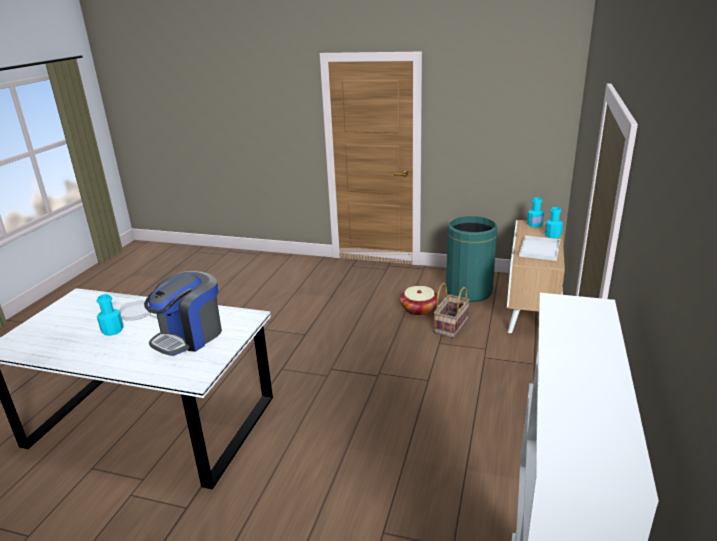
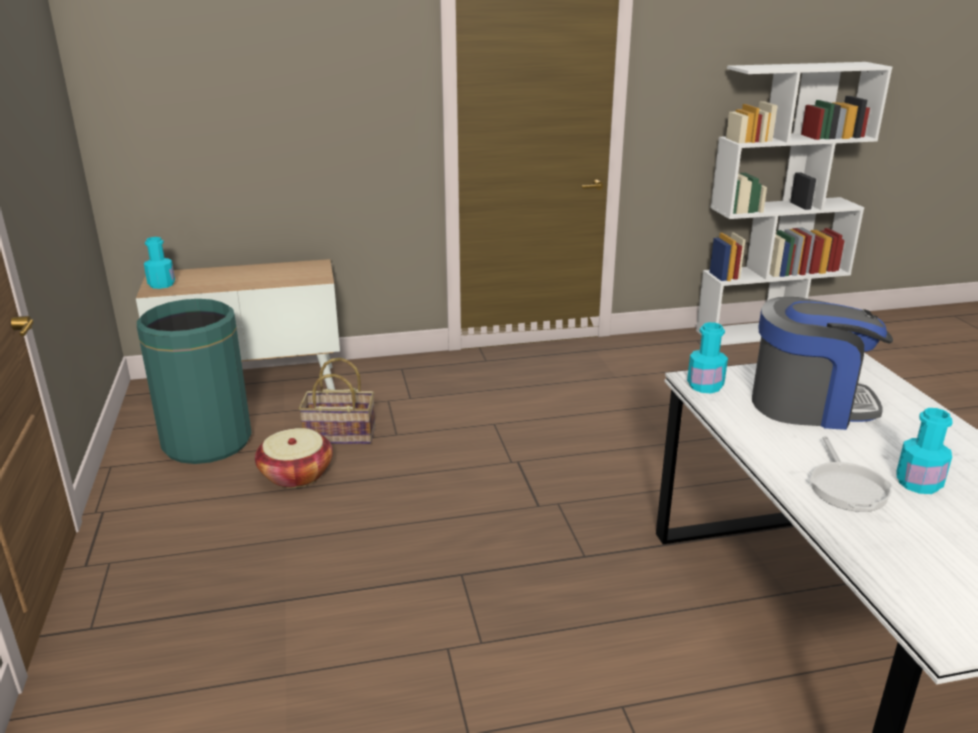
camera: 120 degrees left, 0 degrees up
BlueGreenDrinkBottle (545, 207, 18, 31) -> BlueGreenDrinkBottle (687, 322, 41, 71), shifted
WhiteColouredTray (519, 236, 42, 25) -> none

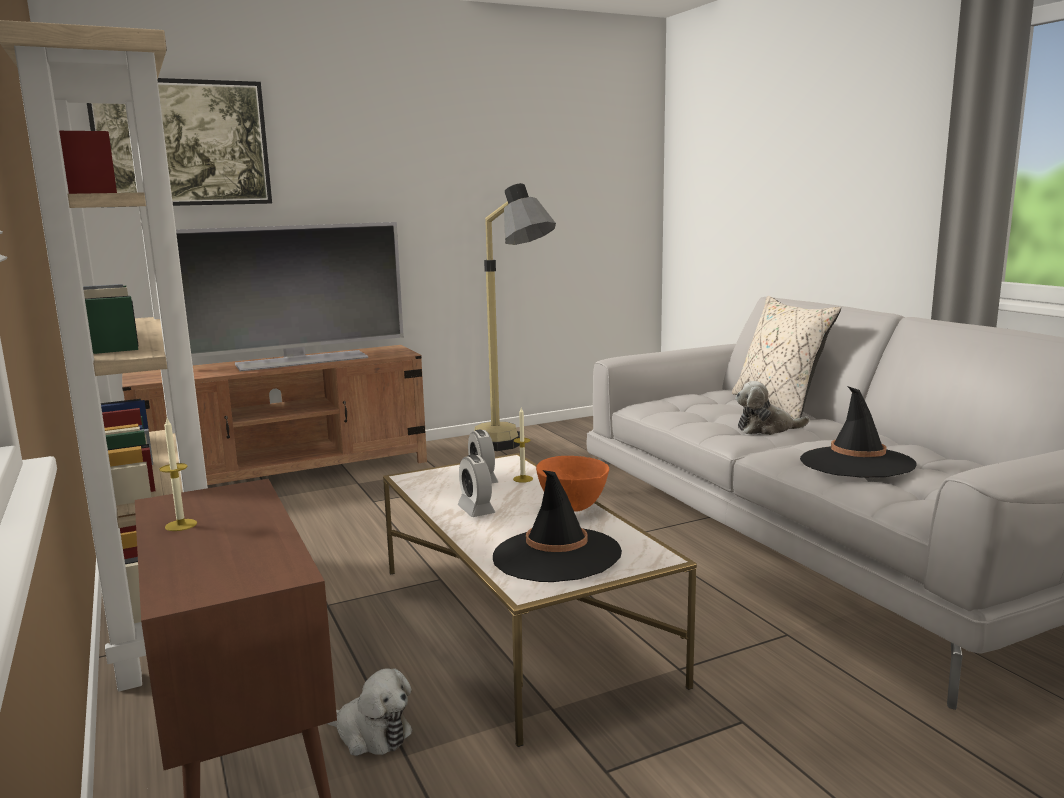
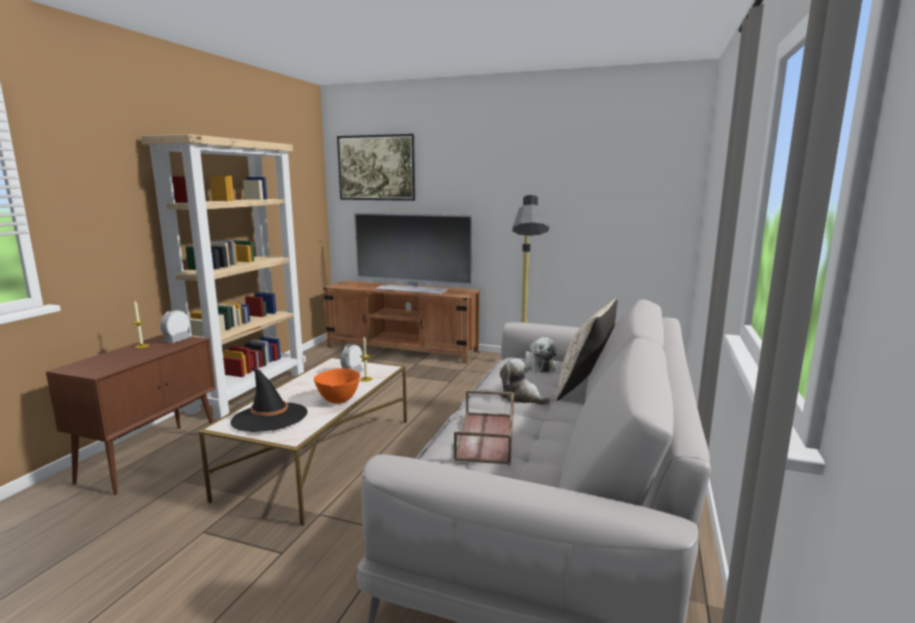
camera: 45 degrees right, 0 degrees up
BedsideClock (457, 455, 38, 62) -> BedsideClock (160, 309, 31, 34), shifted
BlackWearableHat (800, 386, 117, 92) -> BrownishTray (454, 390, 60, 75)
SoftToy (327, 668, 86, 88) -> SoftToy (525, 337, 32, 36), shifted

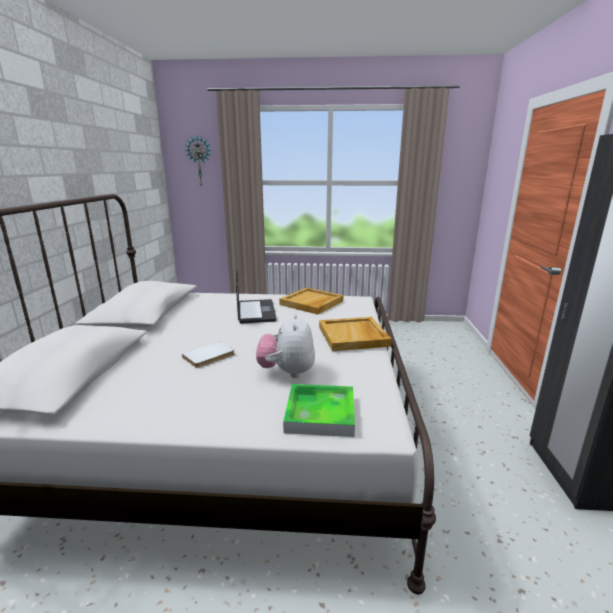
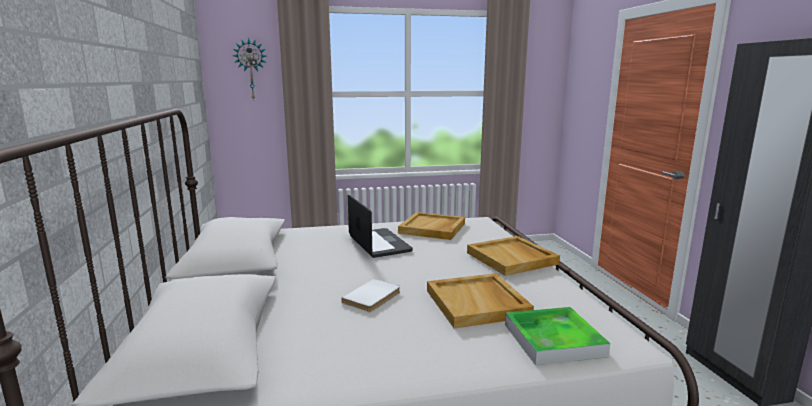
camera: 15 degrees left, 5 degrees down
SoftToy (256, 314, 59, 64) -> SandColouredTray (427, 273, 107, 55)

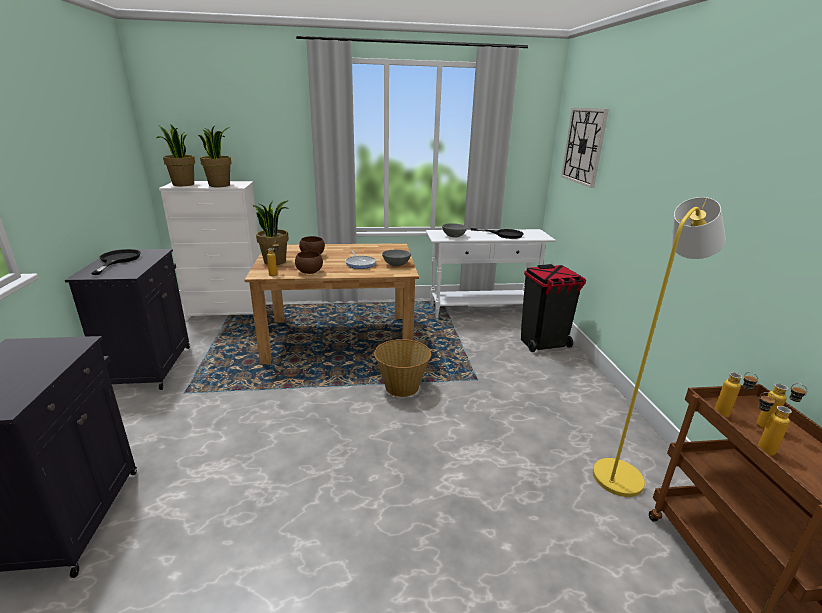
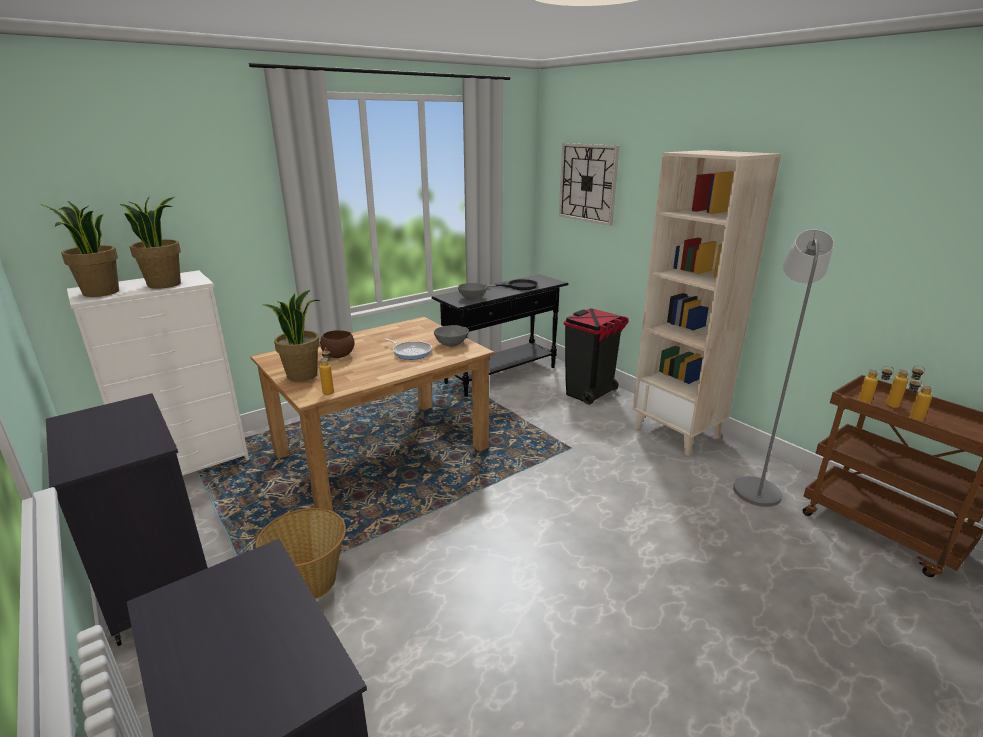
camera: 30 degrees left, 0 degrees up
HouseholdBasket (374, 339, 57, 58) -> HouseholdBasket (255, 508, 91, 91), shifted
WhiteColouredConsoleTable (426, 229, 130, 89) -> BlackConsoleTable (432, 274, 136, 123)
none -> SandColouredShelvingUnit (633, 150, 148, 306)
YellowColouredStandingLamp (593, 197, 133, 300) -> GreyishStandingLamp (733, 230, 101, 277)
BlackPan (91, 249, 50, 26) -> none
BrownishDeepDish (295, 251, 28, 23) -> none

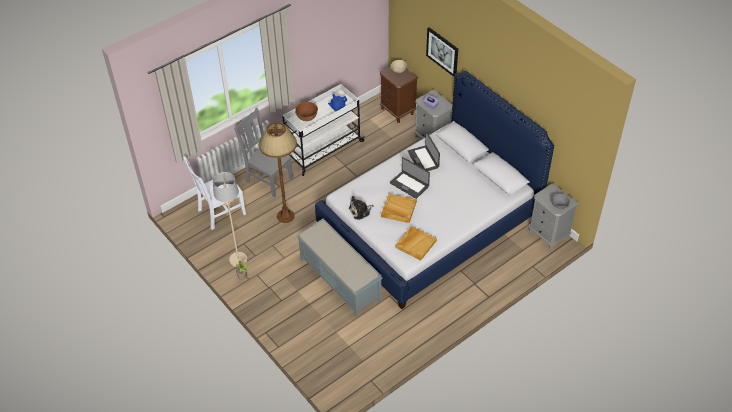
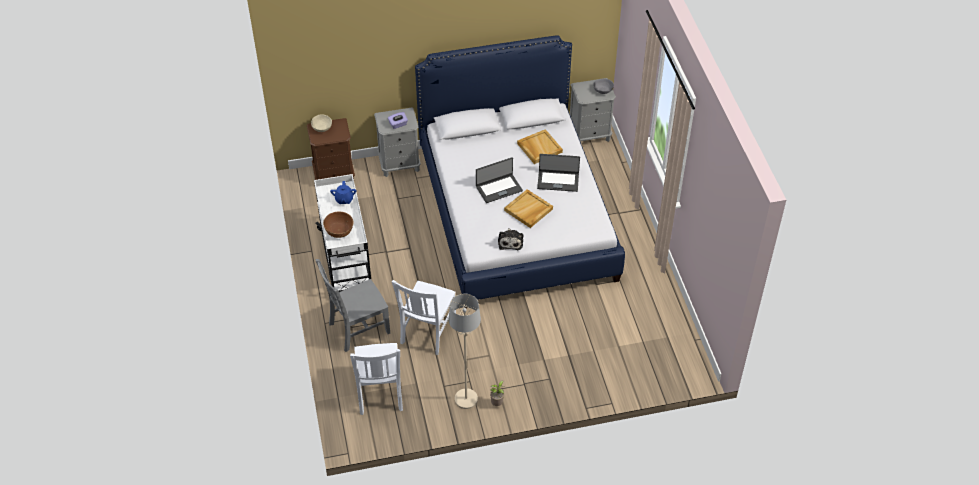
camera: 65 degrees left, 0 degrees up
BrownishStandingLamp (259, 122, 38, 101) -> WhiteColouredPlainChair (392, 280, 64, 75)
SandColouredTray (395, 226, 42, 35) -> SandColouredTray (517, 129, 46, 35), shifted
Laptop (408, 132, 32, 39) -> Laptop (537, 154, 43, 38), shifted
GreyishLongSeat (297, 219, 86, 98) -> none
WallArt (426, 27, 32, 50) -> none

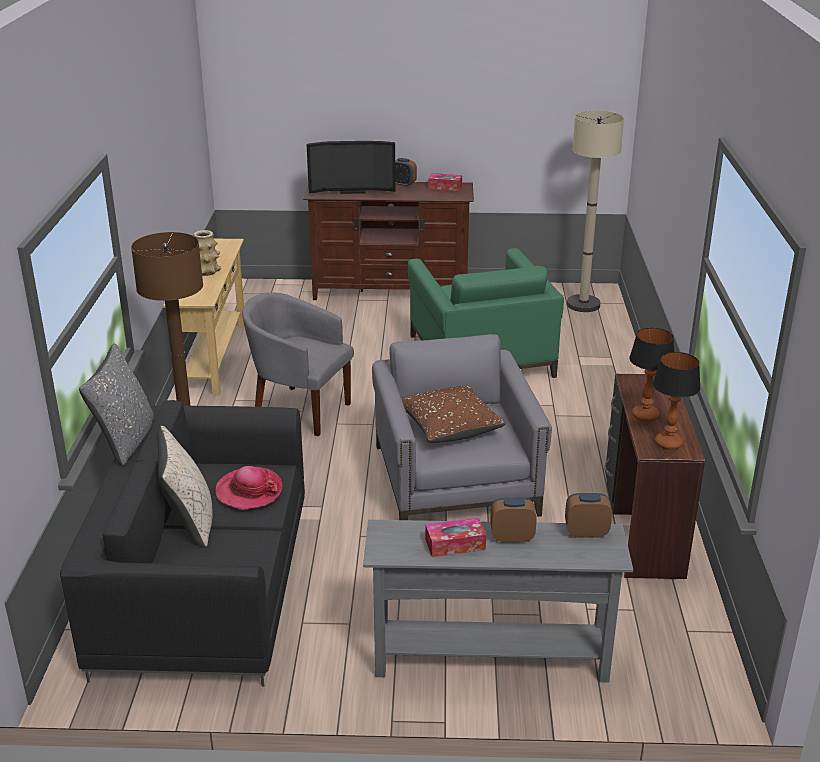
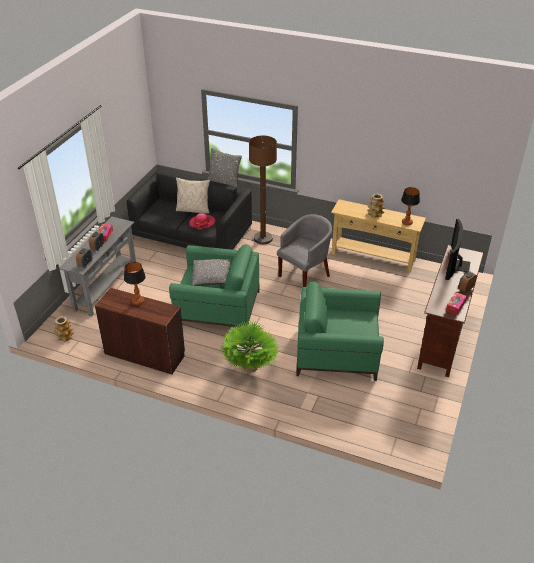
camera: 110 degrees right, 10 degrees up
none -> DecorativeVase (54, 316, 20, 26)
GreyishArmchair (372, 334, 180, 186) -> GreenishArmchair (169, 244, 91, 84)
BrownishThrowPillow (401, 386, 105, 57) -> GreyishThrowPillow (192, 259, 39, 27)
none -> PottedPlant (220, 321, 60, 51)
LampForATable (653, 352, 48, 98) -> LampForATable (401, 187, 19, 39), shifted
SandColouredStandingLamp (567, 111, 57, 201) -> none

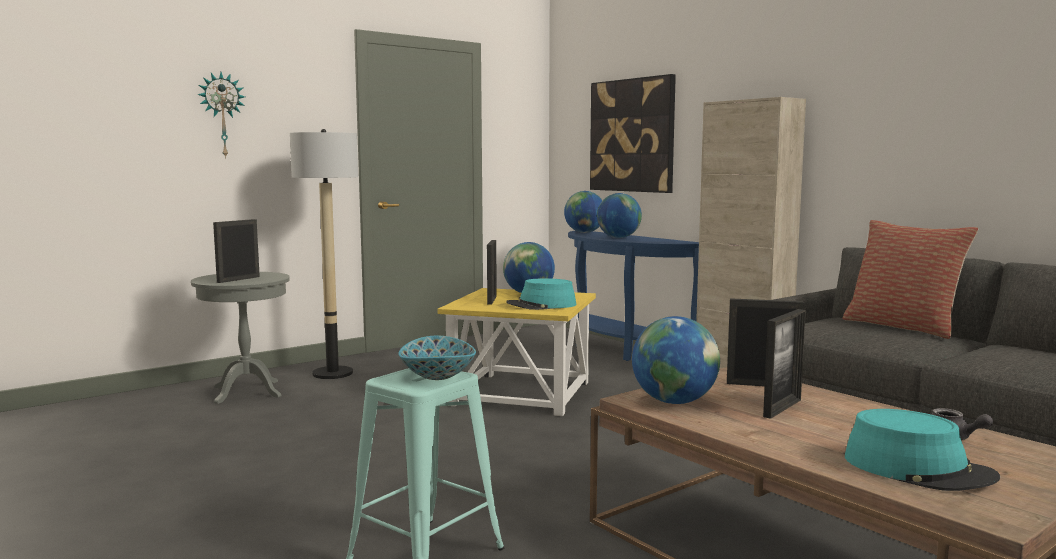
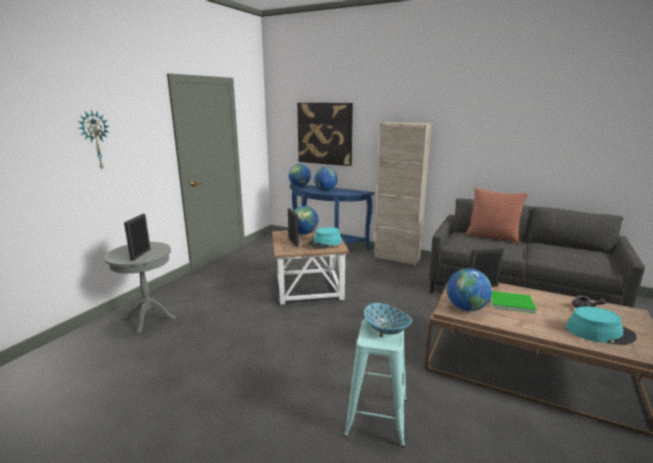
camera: 25 degrees left, 10 degrees up
YellowColouredEndTable (438, 288, 158, 128) -> BrownishEndTable (273, 229, 76, 76)
StandingFrame (763, 309, 43, 110) -> GreenishVolume (490, 291, 47, 22)
StandingLamp (290, 129, 68, 250) -> none

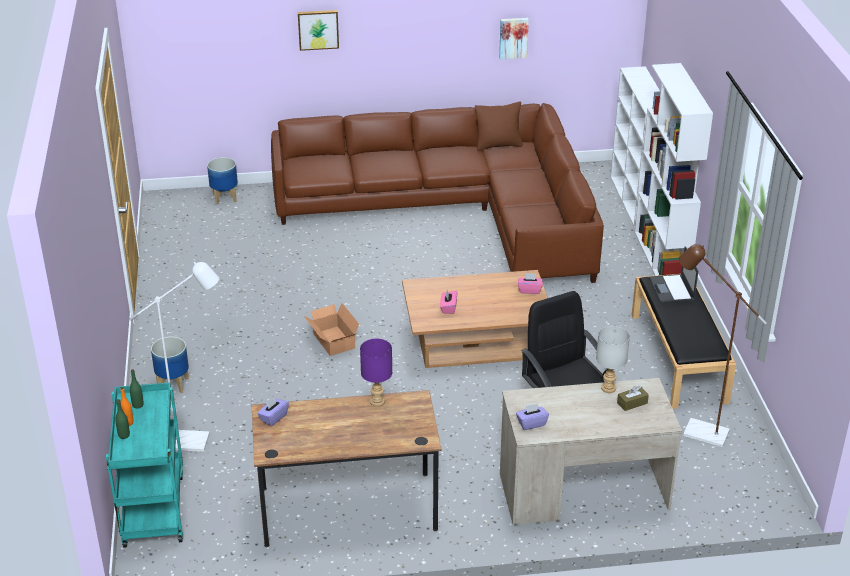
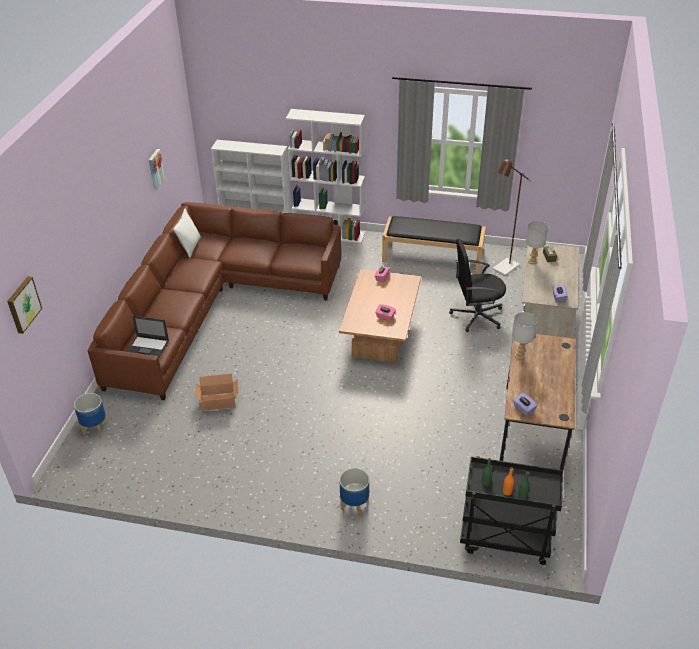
camera: 70 degrees left, 5 degrees up
WallArt (298, 10, 41, 41) -> WallArt (7, 276, 35, 58), shifted
Laptop (649, 246, 49, 57) -> Laptop (127, 316, 42, 42), shifted
BrownishThrowPillow (475, 101, 48, 50) -> WhiteColouredThrowPillow (173, 209, 28, 49)
Carton (304, 303, 55, 53) -> Carton (195, 374, 44, 37), shifted
BlueGreenTrolley (106, 382, 77, 166) -> BlackTrolley (460, 456, 103, 109)
PurplishLampForATable (360, 339, 32, 68) -> GreyishLampForATable (512, 312, 25, 48)
WhiteColouredStandingLamp (129, 262, 90, 190) -> none

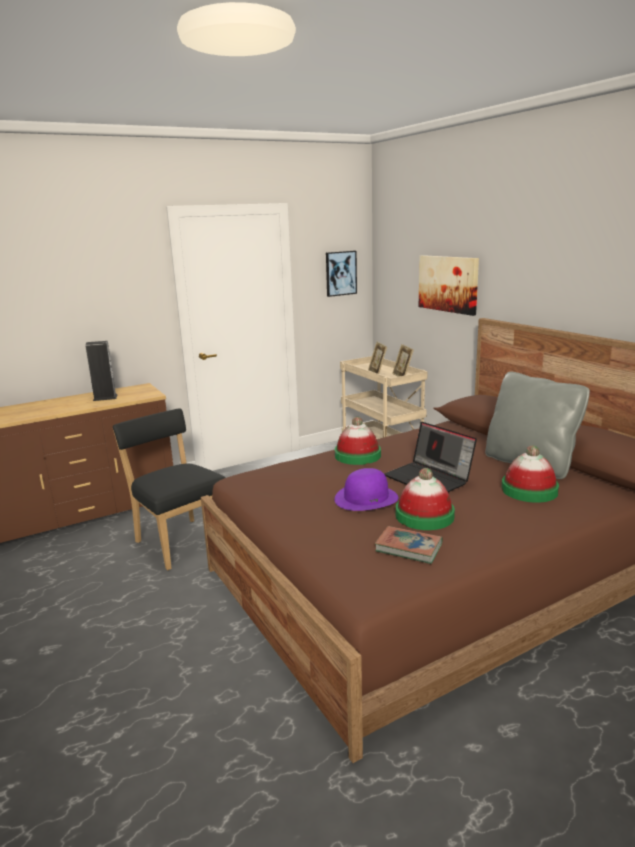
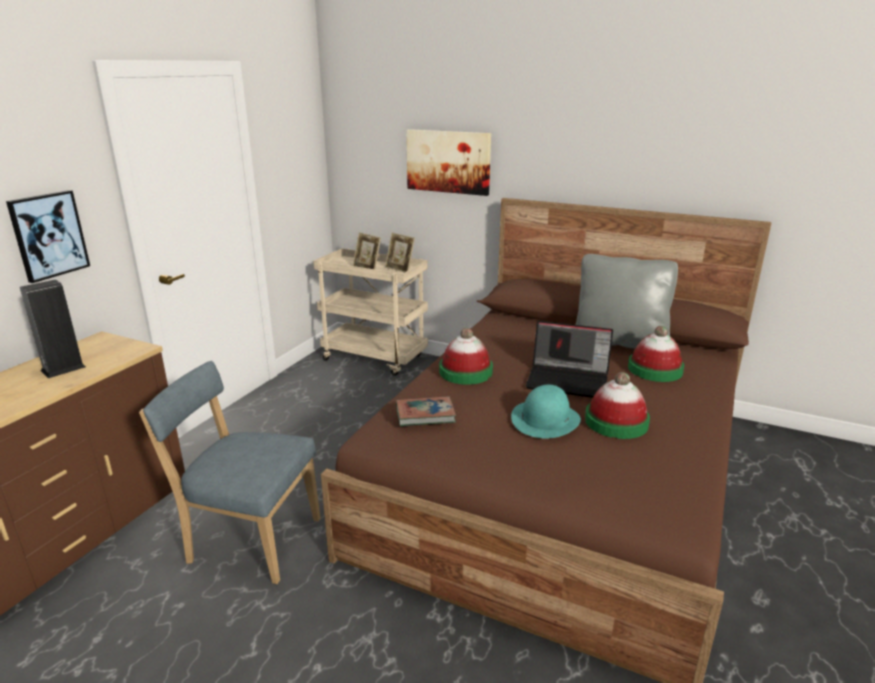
camera: 35 degrees left, 5 degrees up
WallArt (326, 251, 31, 46) -> WallArt (6, 190, 84, 93), shifted
BlackPlainChair (113, 408, 113, 162) -> BlueColouredPlainChair (139, 361, 181, 223)
Volume (375, 526, 68, 38) -> Volume (396, 396, 60, 30), shifted
PurplishWearableHat (334, 468, 64, 43) -> BlueGreenWearableHat (511, 385, 70, 54)

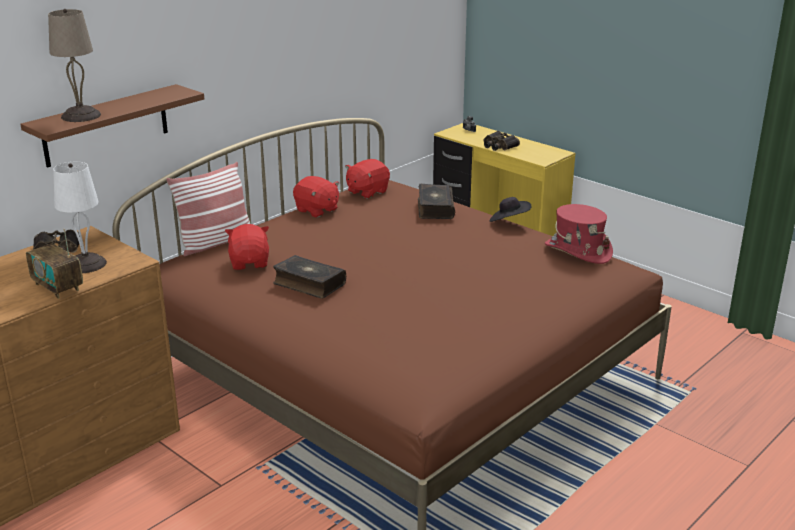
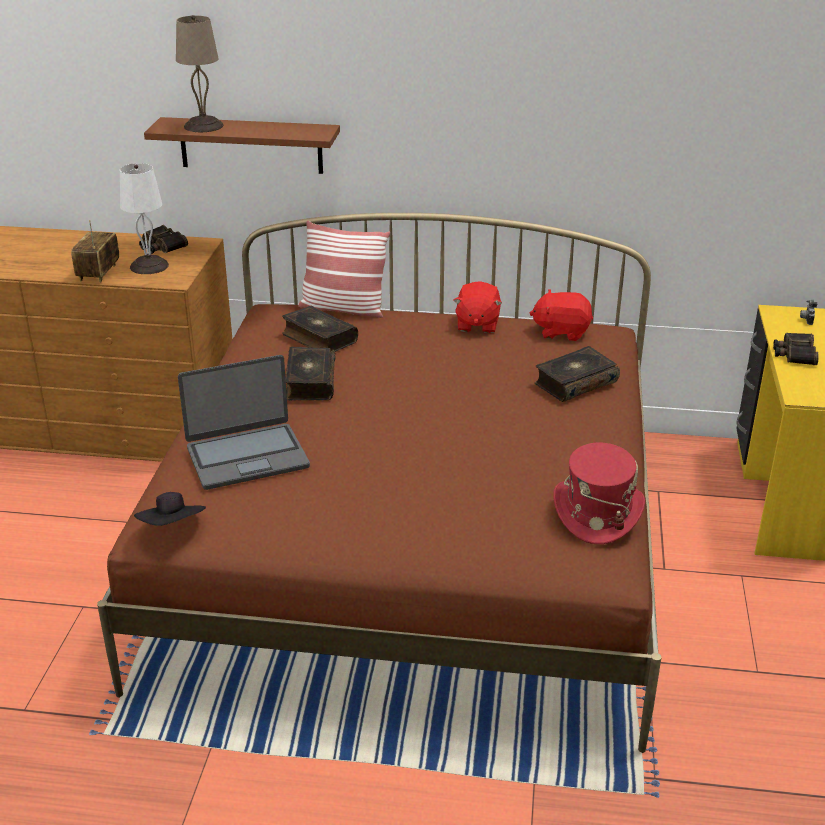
camera: 55 degrees right, 5 degrees up
BlackWearableHat (490, 197, 41, 25) -> BlackWearableHat (134, 492, 72, 34), shifted
none -> Laptop (178, 355, 132, 135)
RedColouredSoftToy (225, 224, 44, 46) -> Volume (282, 306, 76, 46)

